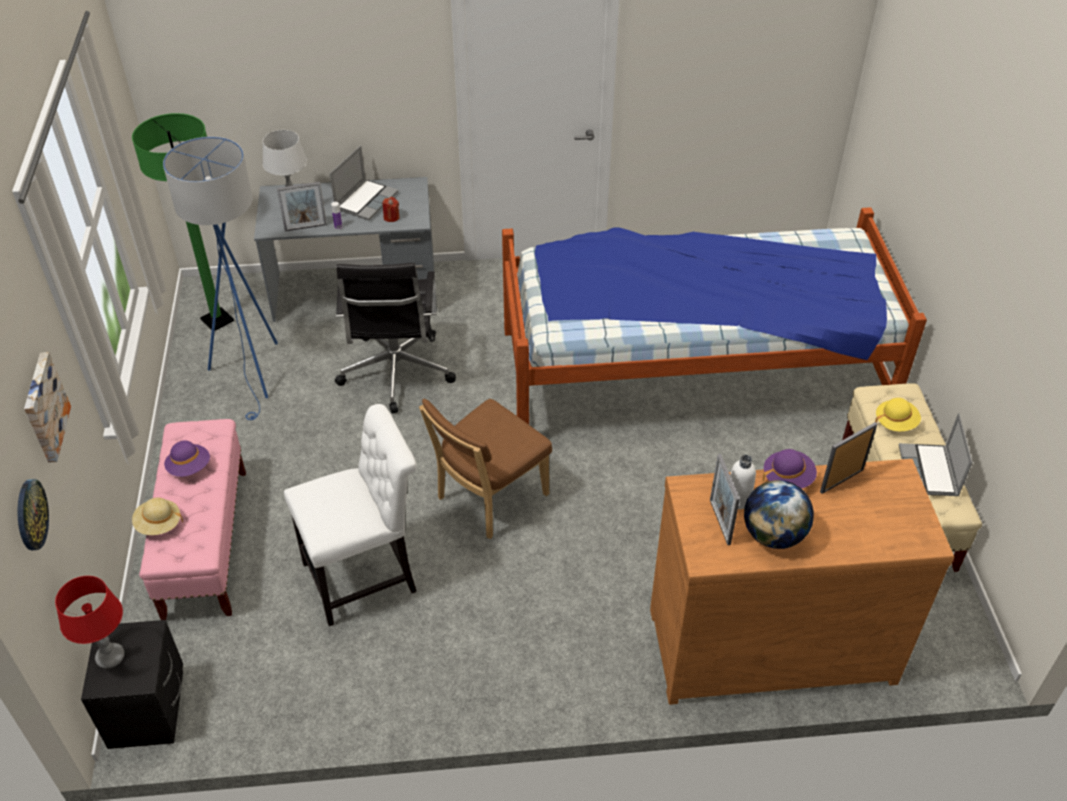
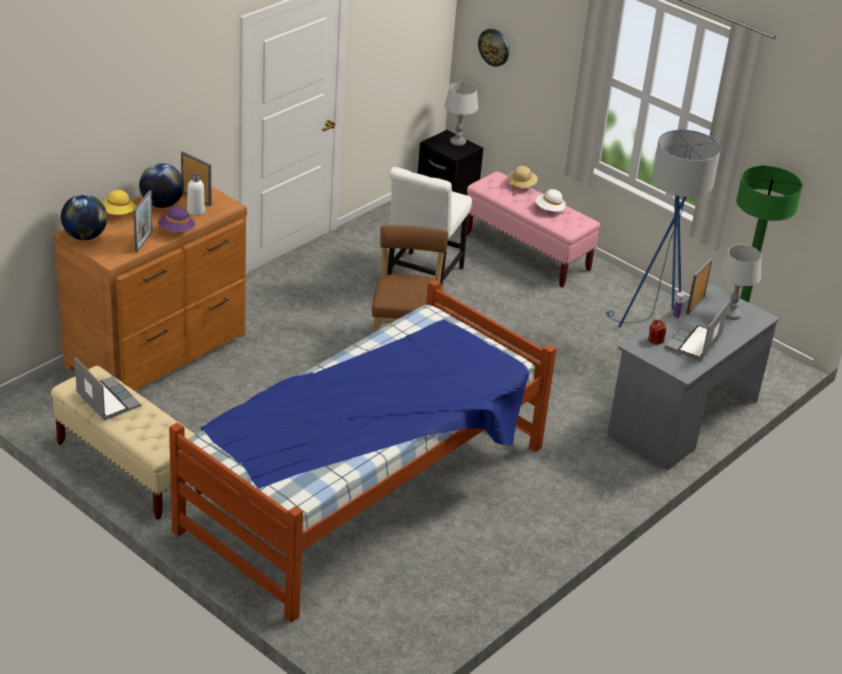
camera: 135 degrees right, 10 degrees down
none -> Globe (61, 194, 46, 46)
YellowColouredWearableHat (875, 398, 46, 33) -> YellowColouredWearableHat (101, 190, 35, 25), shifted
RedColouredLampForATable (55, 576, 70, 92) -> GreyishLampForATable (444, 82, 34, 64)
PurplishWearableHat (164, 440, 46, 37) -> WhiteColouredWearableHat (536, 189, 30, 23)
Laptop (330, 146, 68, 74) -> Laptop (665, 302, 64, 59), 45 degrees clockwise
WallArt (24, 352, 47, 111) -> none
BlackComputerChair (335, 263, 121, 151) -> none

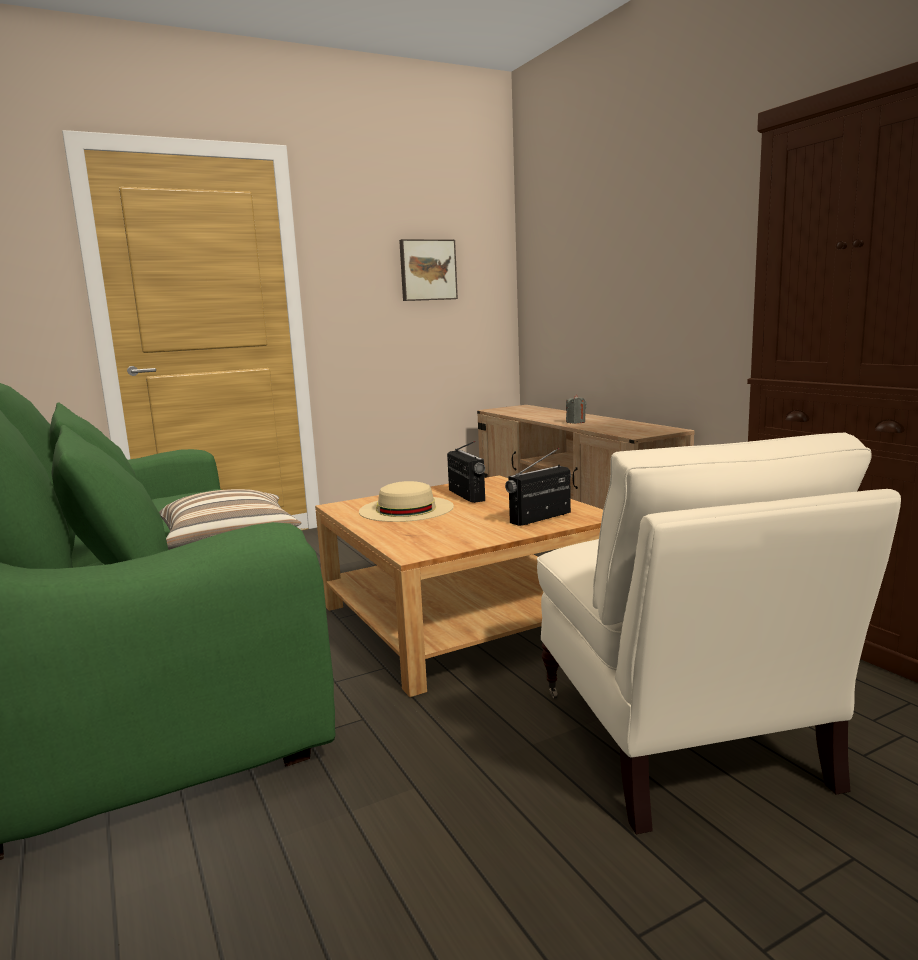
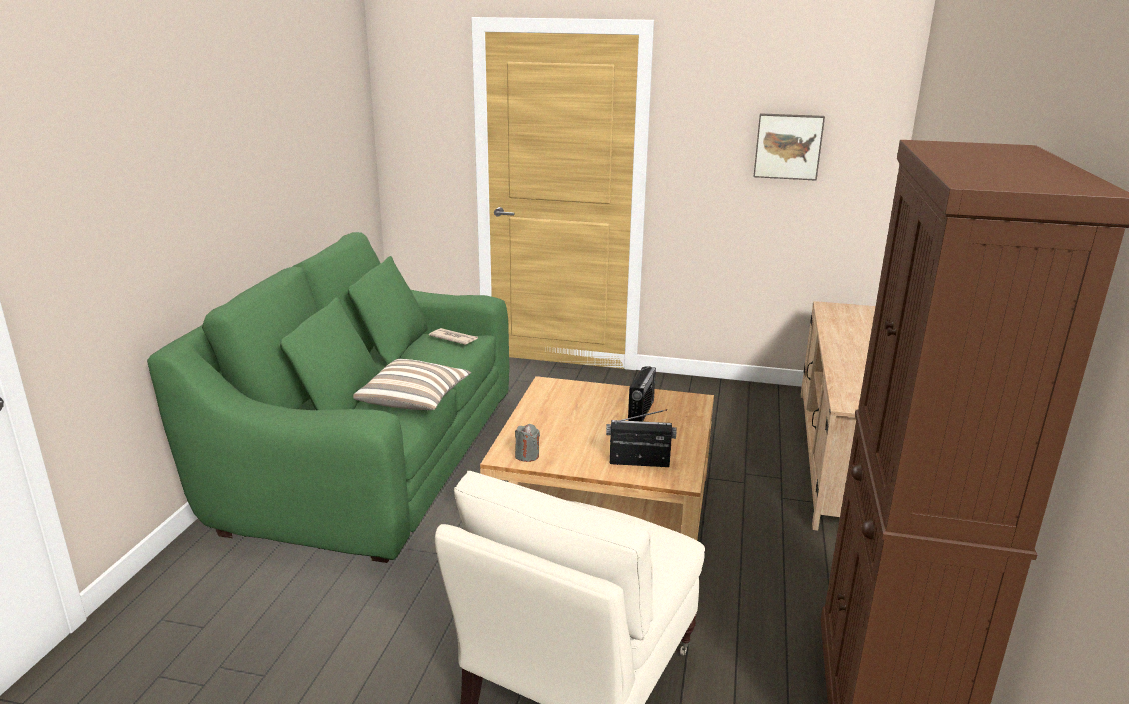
camera: 40 degrees right, 10 degrees up
none -> PrintedPaper (429, 328, 49, 17)
GreyishWaxLight (566, 395, 21, 29) -> GreyishWaxLight (515, 424, 25, 38), shifted
SandColouredWearableHat (359, 481, 95, 41) -> none

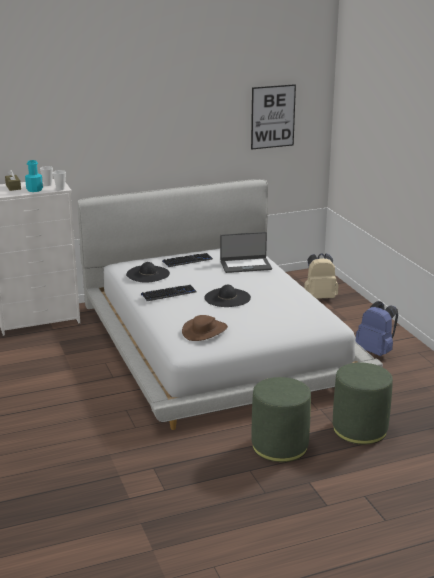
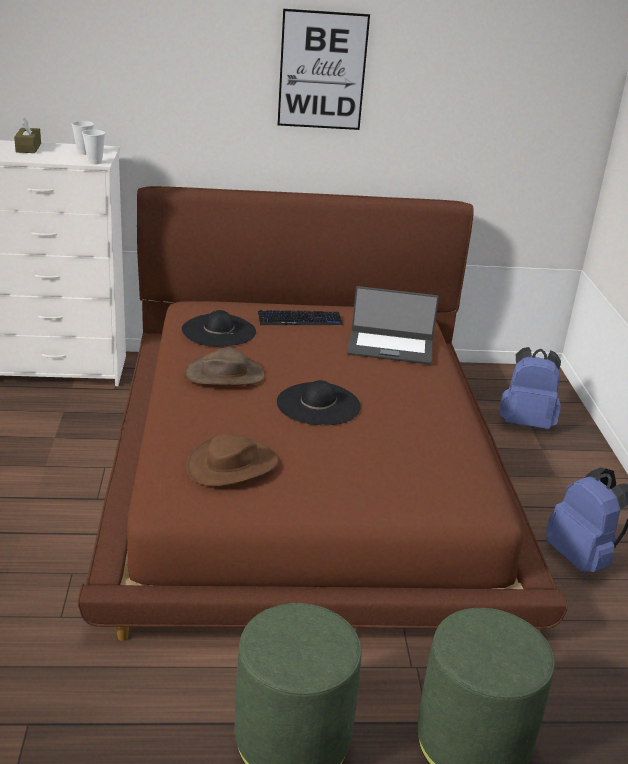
camera: 15 degrees right, 5 degrees up
WhiteColouredBed (77, 179, 306, 251) -> BrownishBed (78, 186, 490, 455)
PcKeyboard (141, 285, 55, 16) -> BrownishWearableHat (184, 347, 81, 38)
WallArt (251, 84, 45, 65) -> WallArt (278, 9, 92, 121), shifted
SandColouredRucksack (304, 253, 35, 46) -> BlueColouredRucksack (500, 347, 61, 82)
BlueGreenDrinkBottle (25, 160, 18, 32) -> none

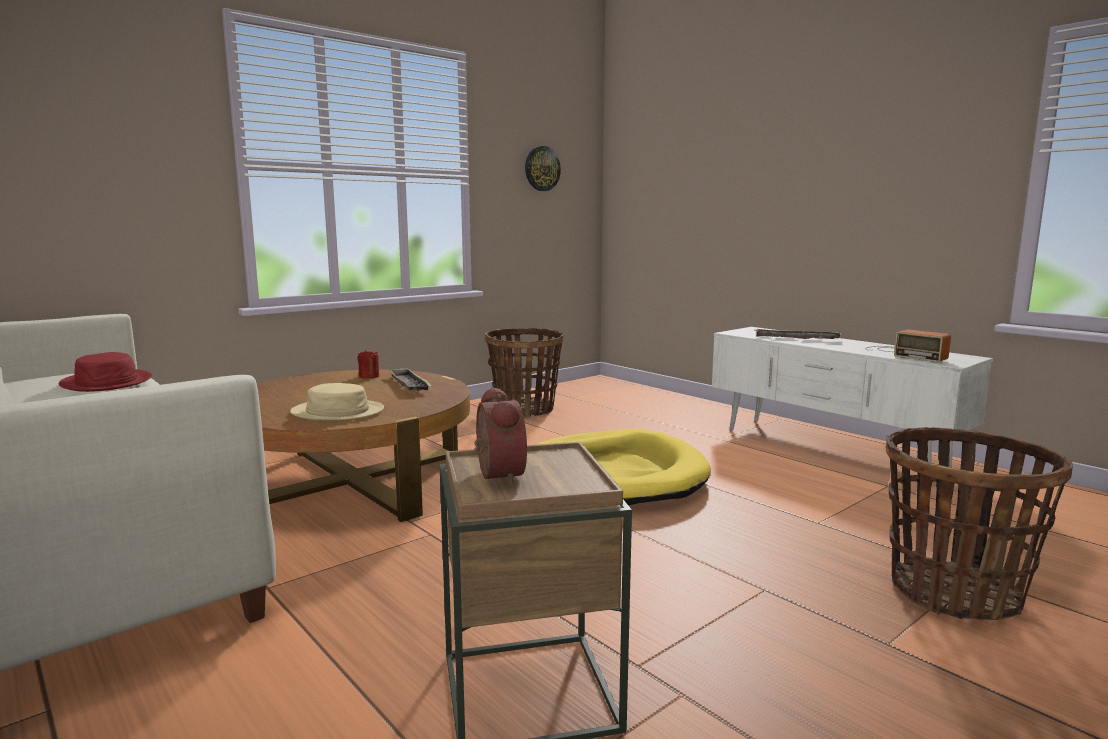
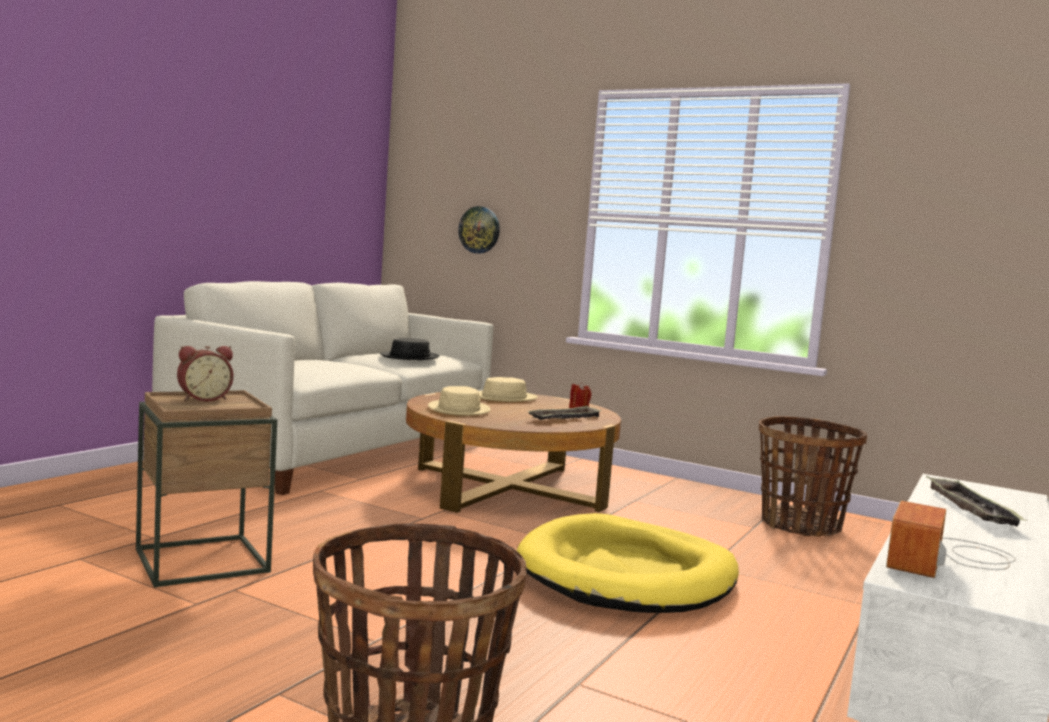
camera: 70 degrees right, 5 degrees down
RedColouredWearableHat (59, 352, 93, 40) -> BlackWearableHat (380, 338, 60, 22)
ClockOnTheWall (525, 146, 36, 45) -> ClockOnTheWall (458, 206, 42, 48), shifted
none -> SandColouredWearableHat (479, 377, 59, 25)

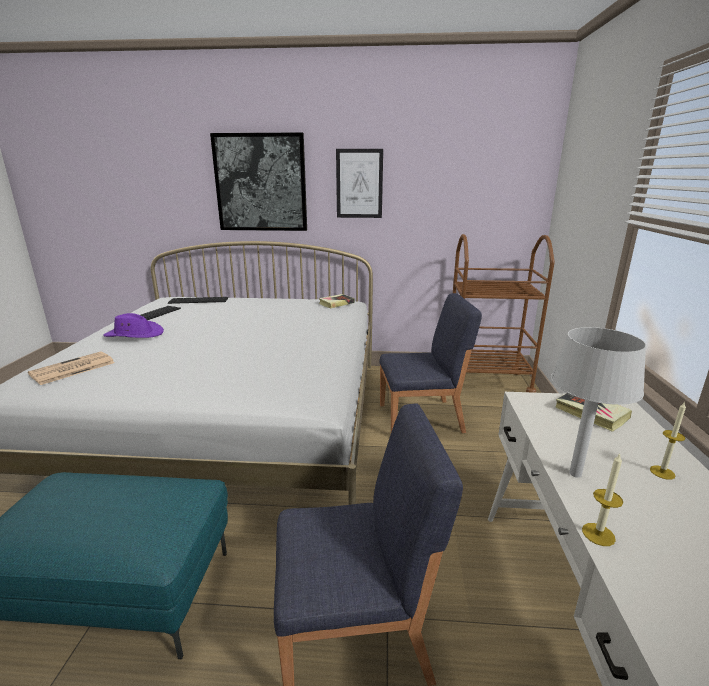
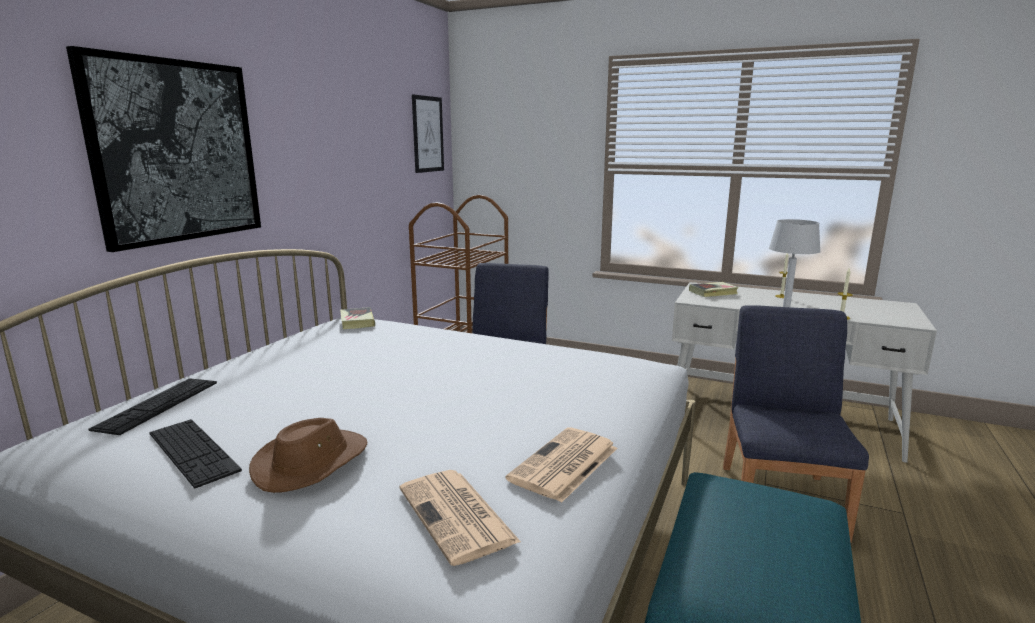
camera: 70 degrees left, 5 degrees down
PurplishWearableHat (104, 313, 60, 25) -> BrownishWearableHat (249, 418, 118, 75)
WallArt (336, 149, 47, 69) -> WallArt (412, 95, 32, 78), shifted
none -> PrintedPaper (506, 427, 111, 76)

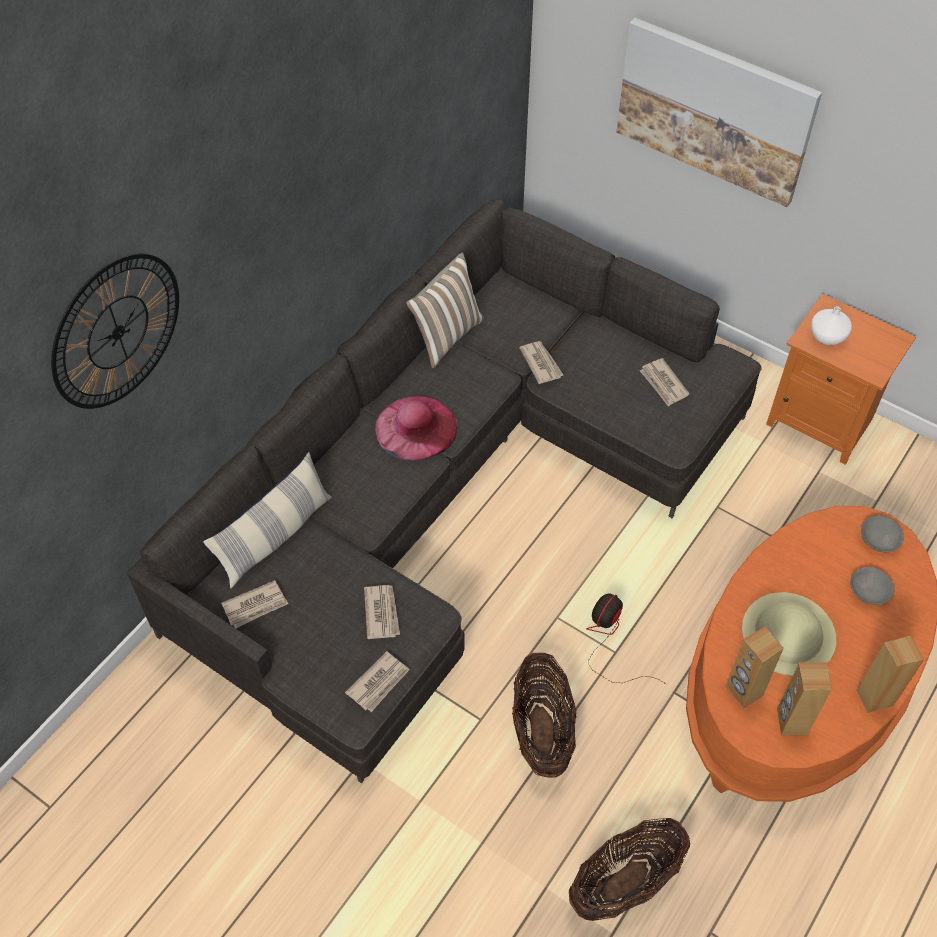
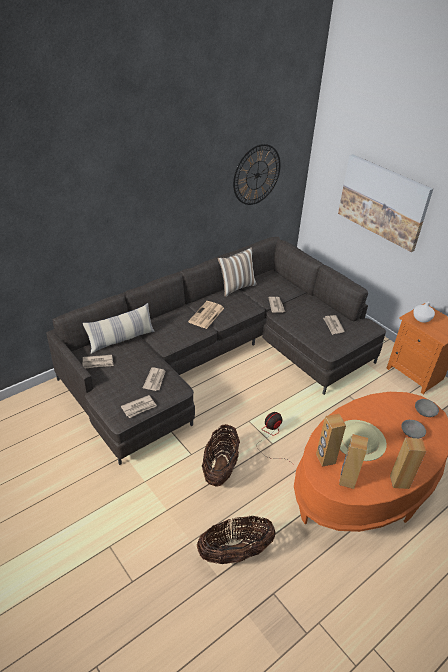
camera: 15 degrees right, 15 degrees down
PinkWearableHat (375, 396, 82, 65) -> PrintedPaper (188, 301, 36, 28)
ClockOnTheWall (51, 253, 128, 156) -> ClockOnTheWall (233, 144, 48, 61), shifted

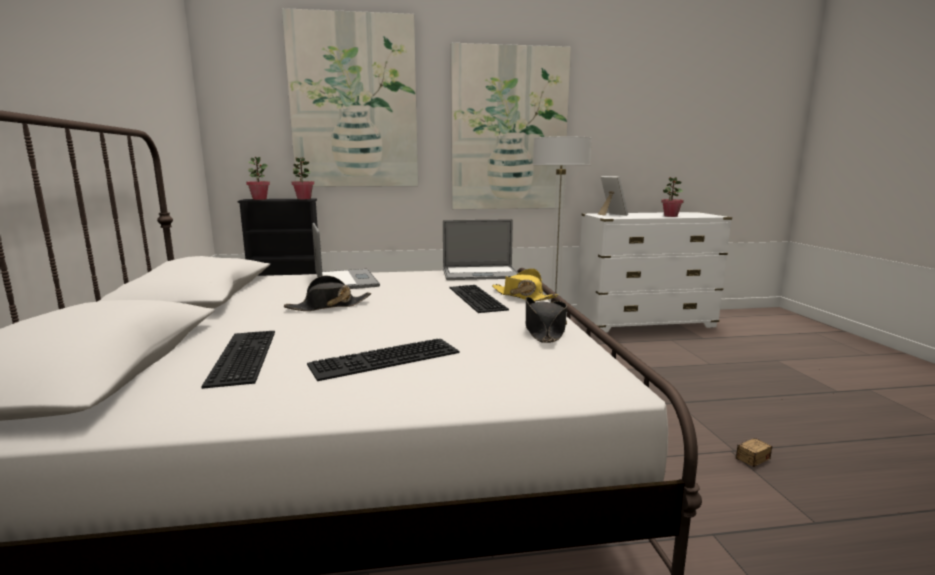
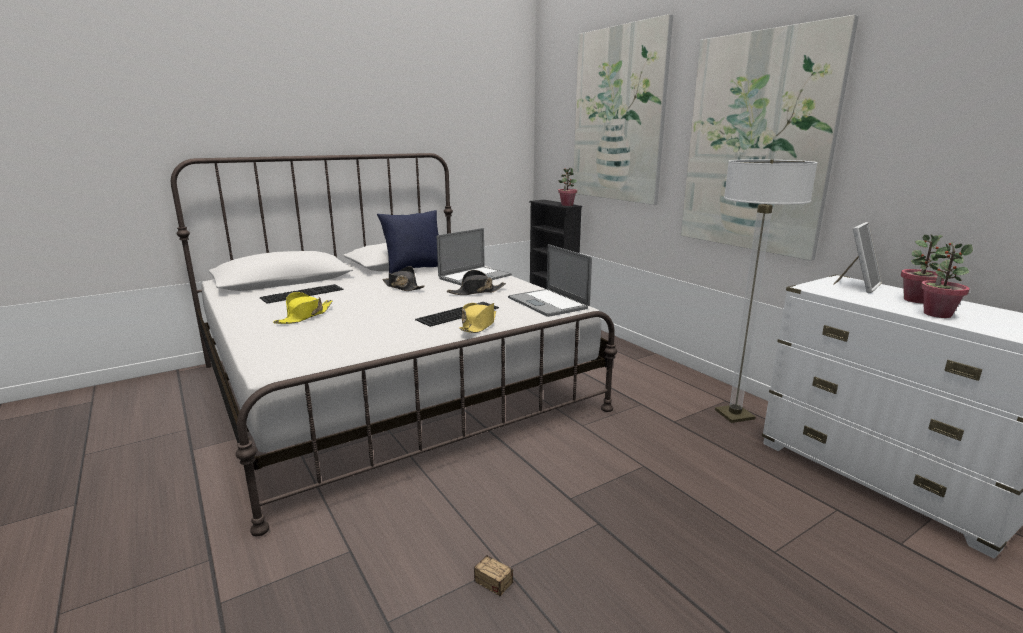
camera: 65 degrees right, 5 degrees up
PcKeyboard (307, 339, 152, 42) -> YellowColouredWearableHat (273, 292, 60, 32)
none -> BlueColouredThrowPillow (377, 210, 62, 64)
BlackWearableHat (526, 297, 41, 46) -> BlackWearableHat (447, 270, 59, 25), shifted
PottedPlant (246, 157, 24, 43) -> PottedPlant (900, 235, 50, 68), shifted

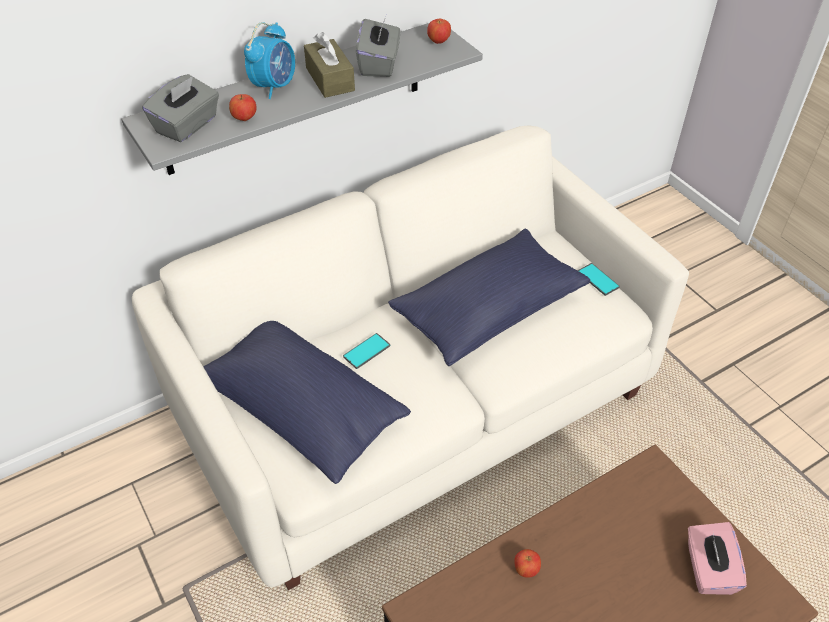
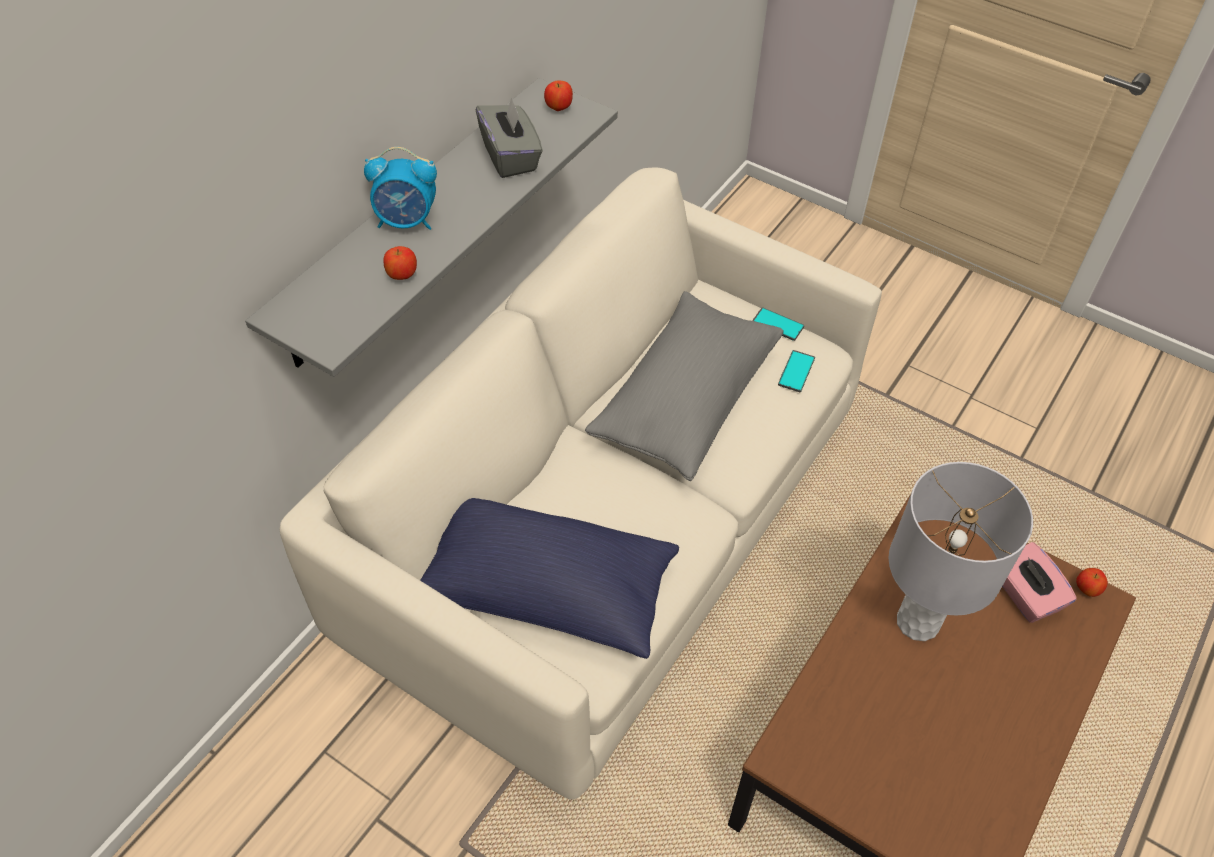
camera: 25 degrees left, 5 degrees up
BedsideClock (244, 22, 51, 77) -> BedsideClock (364, 147, 73, 83), 90 degrees clockwise
BlueColouredThrowPillow (388, 229, 202, 137) -> GreyishThrowPillow (585, 291, 199, 190)
Telephone (343, 333, 47, 36) -> Telephone (778, 350, 37, 42), shifted
none -> GreyishLampForATable (889, 462, 144, 179)
Apple (514, 549, 27, 29) -> Apple (1076, 568, 32, 29), shifted
GreyishTissueHolder (142, 74, 77, 68) -> none
BrownishTissueHolder (304, 32, 51, 66) -> none

